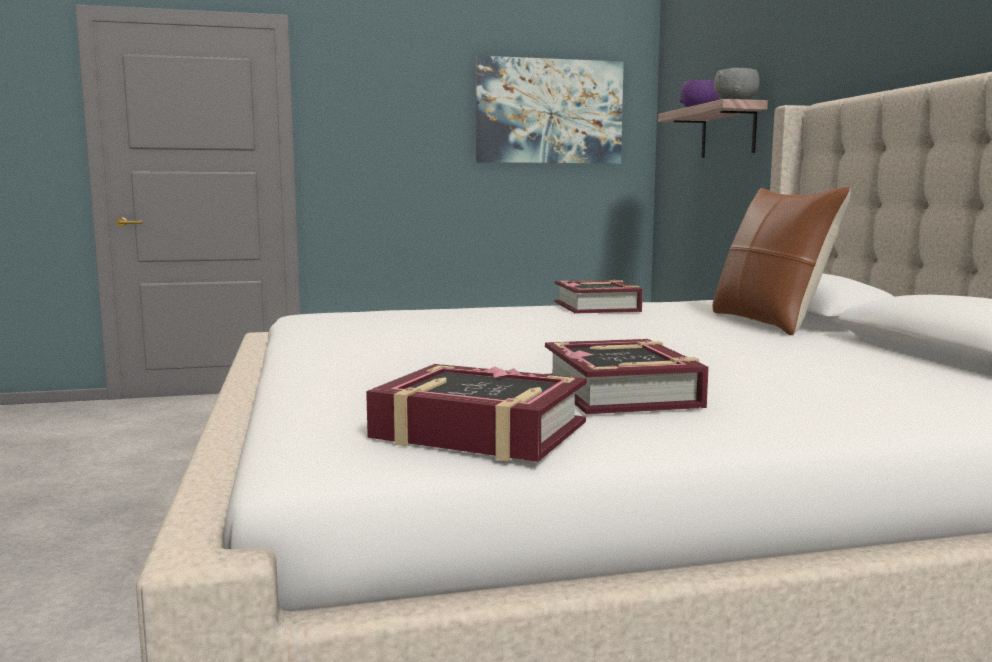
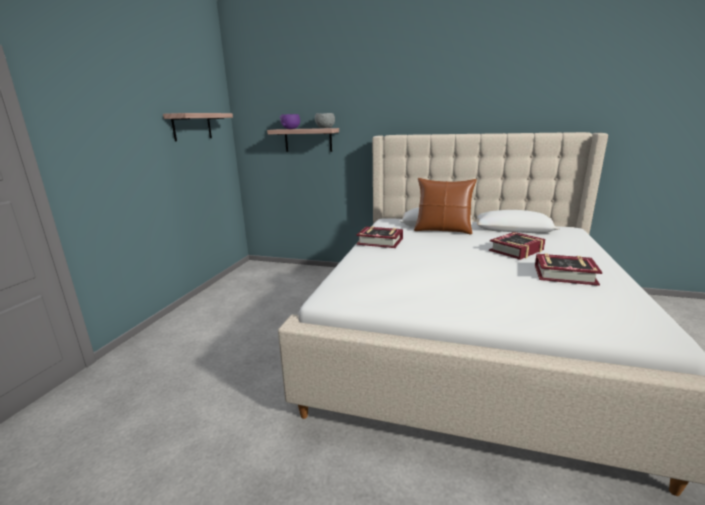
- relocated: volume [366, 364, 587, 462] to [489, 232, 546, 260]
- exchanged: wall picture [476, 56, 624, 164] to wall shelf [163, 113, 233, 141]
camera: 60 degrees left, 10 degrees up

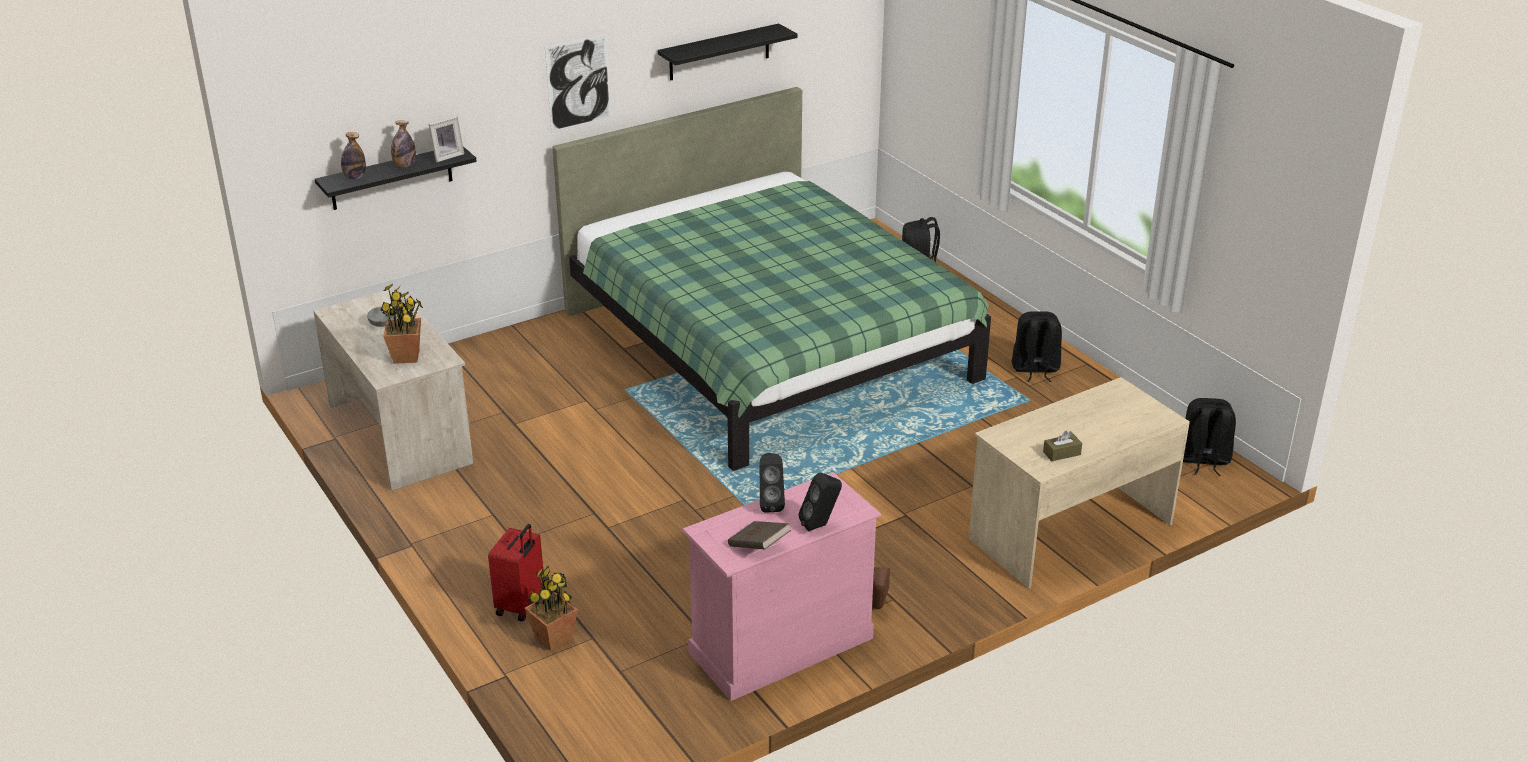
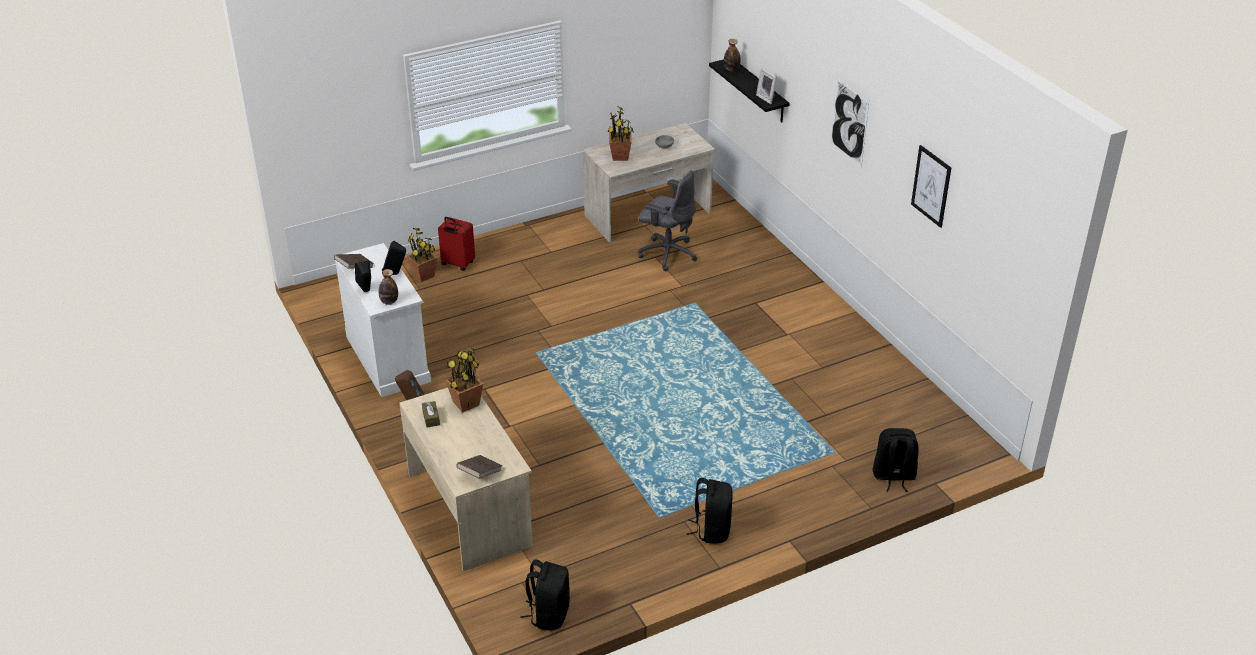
- missing: bedroom bed in green [552, 87, 991, 471]
- appeared: houseplant [445, 346, 483, 413]
- appeared: volume in brown-coloured [456, 455, 502, 479]
- appeared: office chair in gray [638, 170, 697, 271]
- relocated: beverage bottle [391, 120, 416, 168] to [378, 269, 398, 305]
- exchanged: wall shelf in black [658, 24, 798, 81] to wall picture [911, 145, 951, 228]
- colour: dresser in pink-coloured [682, 472, 881, 701] to dresser in whitish [335, 243, 431, 397]
camera: 95 degrees right, 5 degrees up

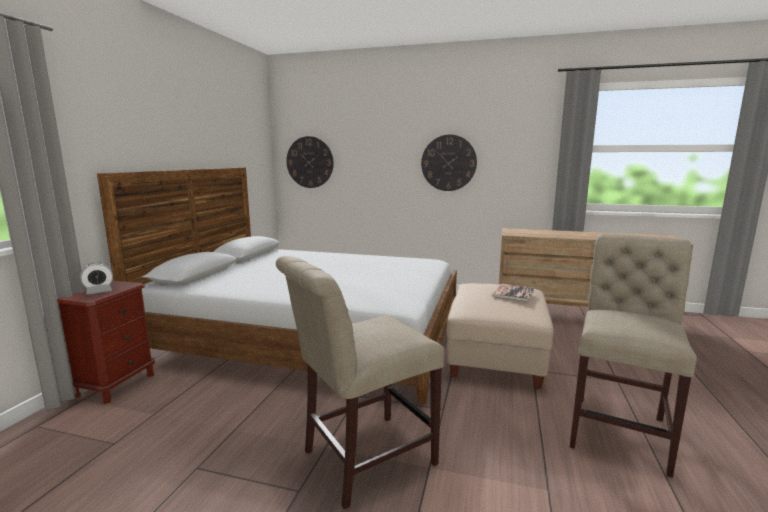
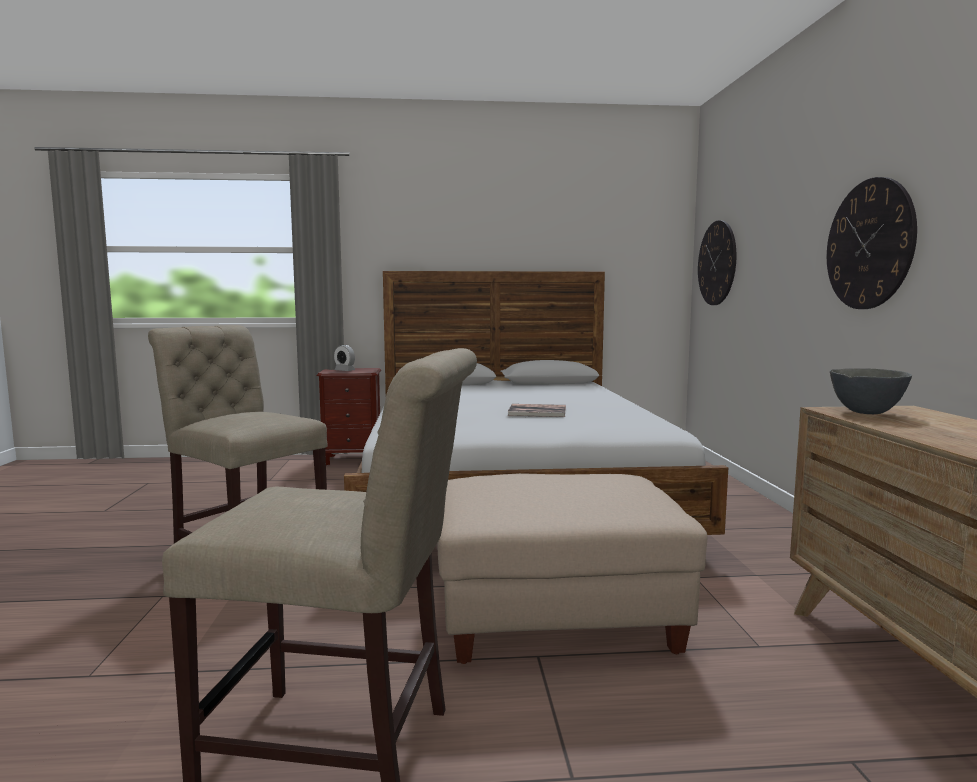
- appeared: bowl in gray [830, 368, 912, 414]
- relocated: volume [492, 284, 534, 302] to [507, 404, 566, 417]
camera: 70 degrees right, 5 degrees down

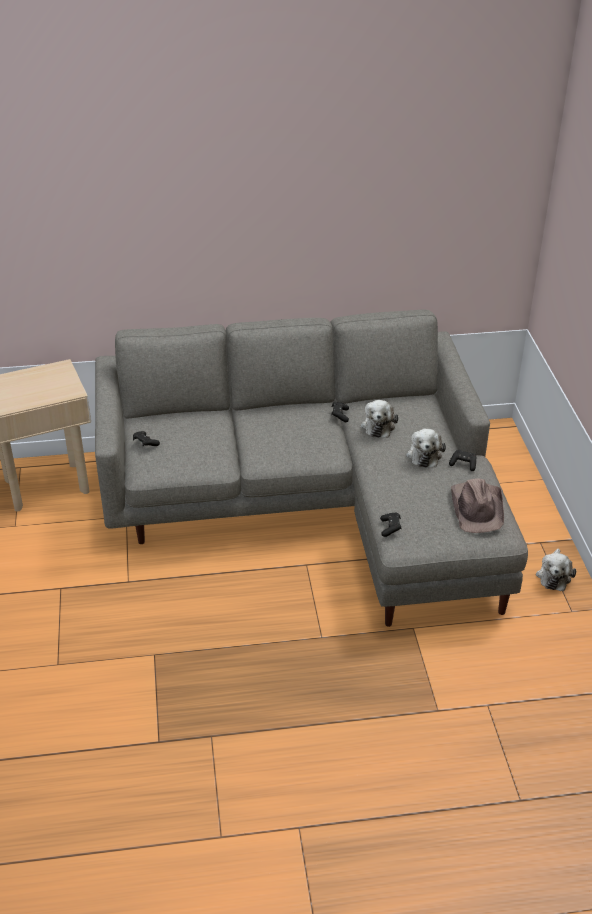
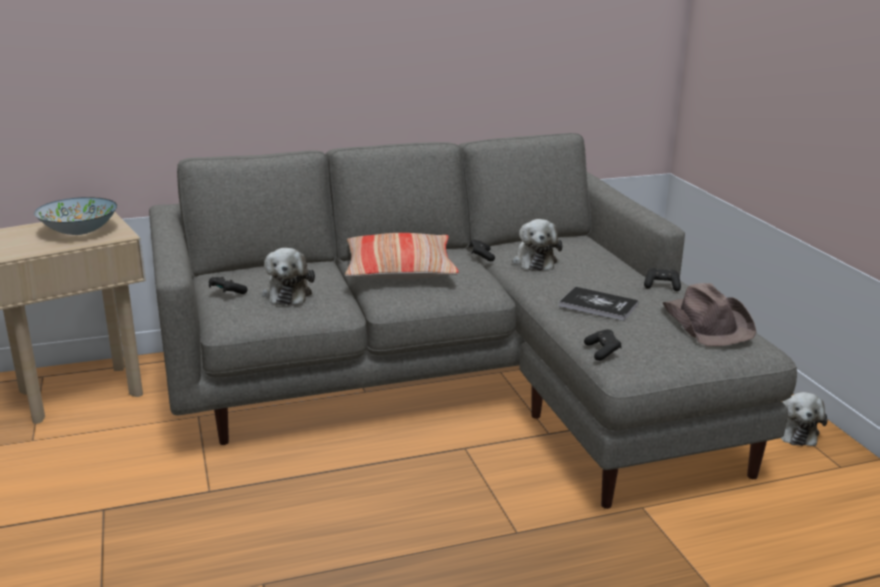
- appeared: bowl [34, 197, 117, 235]
- appeared: cushion [345, 233, 459, 280]
- appeared: volume [559, 287, 639, 321]
- relocated: cuddly toy [406, 428, 446, 467] to [262, 248, 315, 305]
camera: 10 degrees left, 15 degrees down

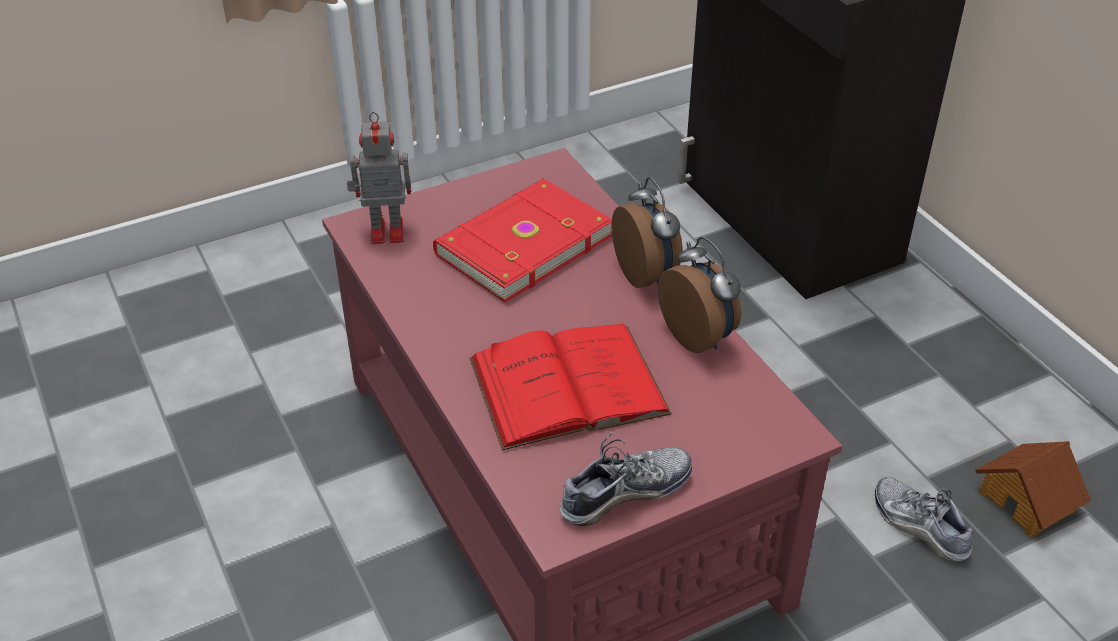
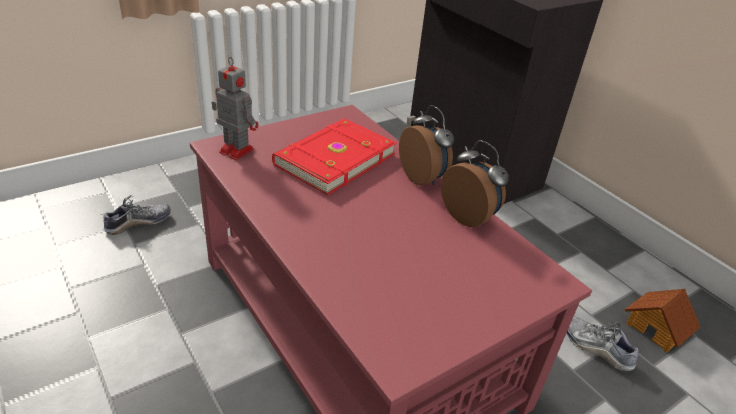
- missing: volume in reddish [469, 324, 672, 450]
- relocated: low shoe [560, 431, 692, 526] to [101, 195, 171, 235]
- spun: robot figure [347, 112, 411, 244] = [212, 57, 259, 160] 45 degrees clockwise
camera: 10 degrees left, 5 degrees down

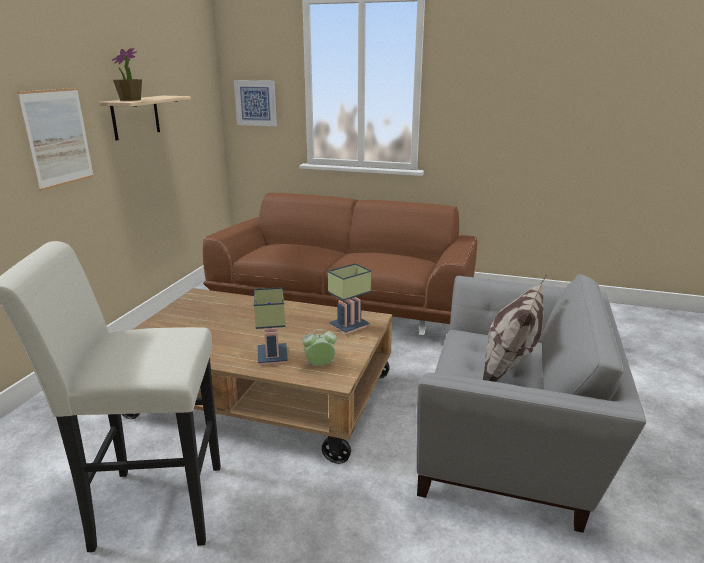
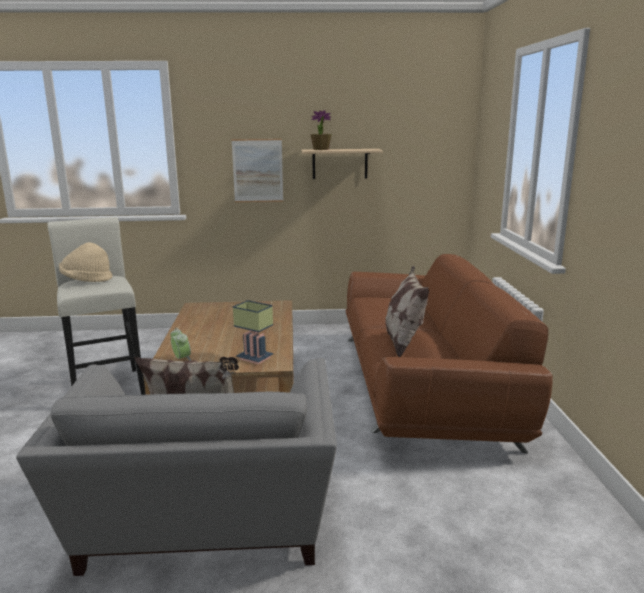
- missing: wall picture [234, 80, 277, 126]
- missing: tabletop lamp [254, 287, 288, 365]
- appeared: hat in beige-coloured [59, 242, 113, 282]
- appeared: cushion [386, 266, 429, 357]
camera: 70 degrees right, 5 degrees down

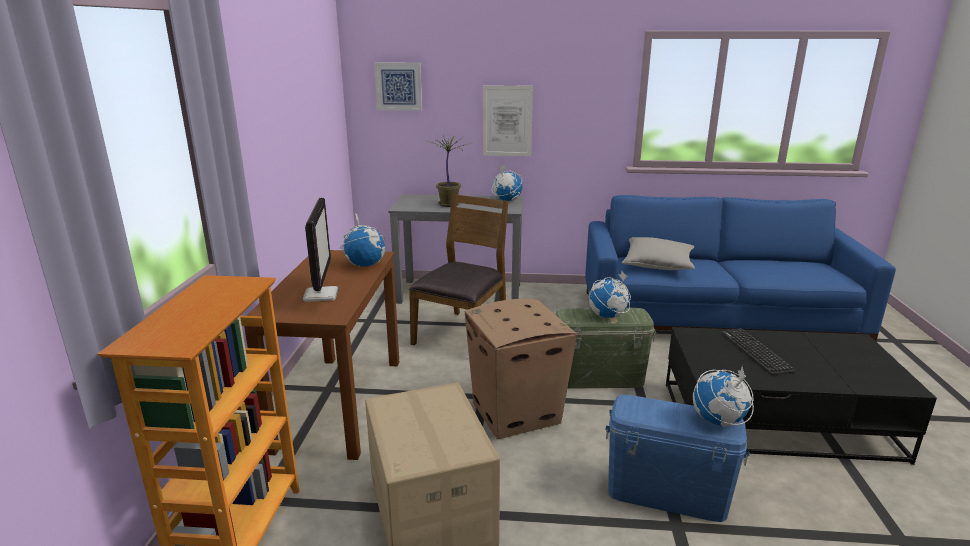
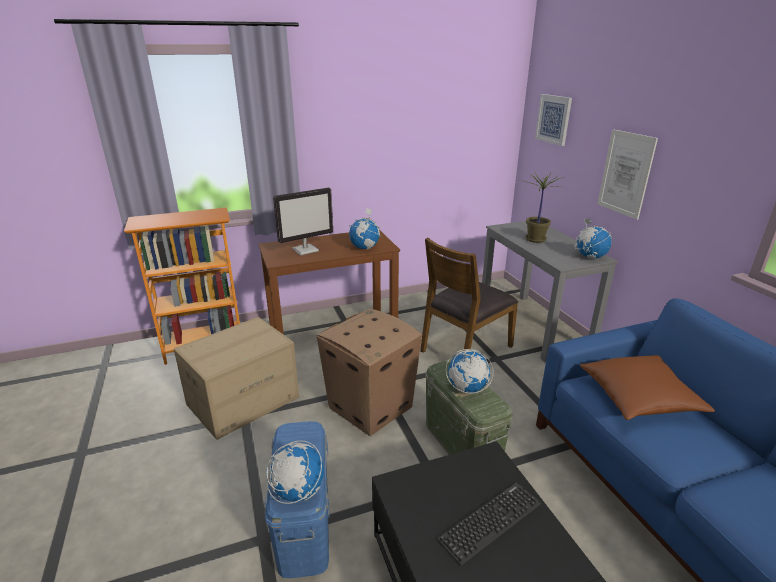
- colour: cushion in gray [622, 237, 695, 270] to cushion in brown-coloured [580, 355, 715, 420]
- spun: plain chair in brown-coloured [409, 194, 508, 345] = [420, 238, 518, 353] 135 degrees clockwise
camera: 65 degrees right, 5 degrees up

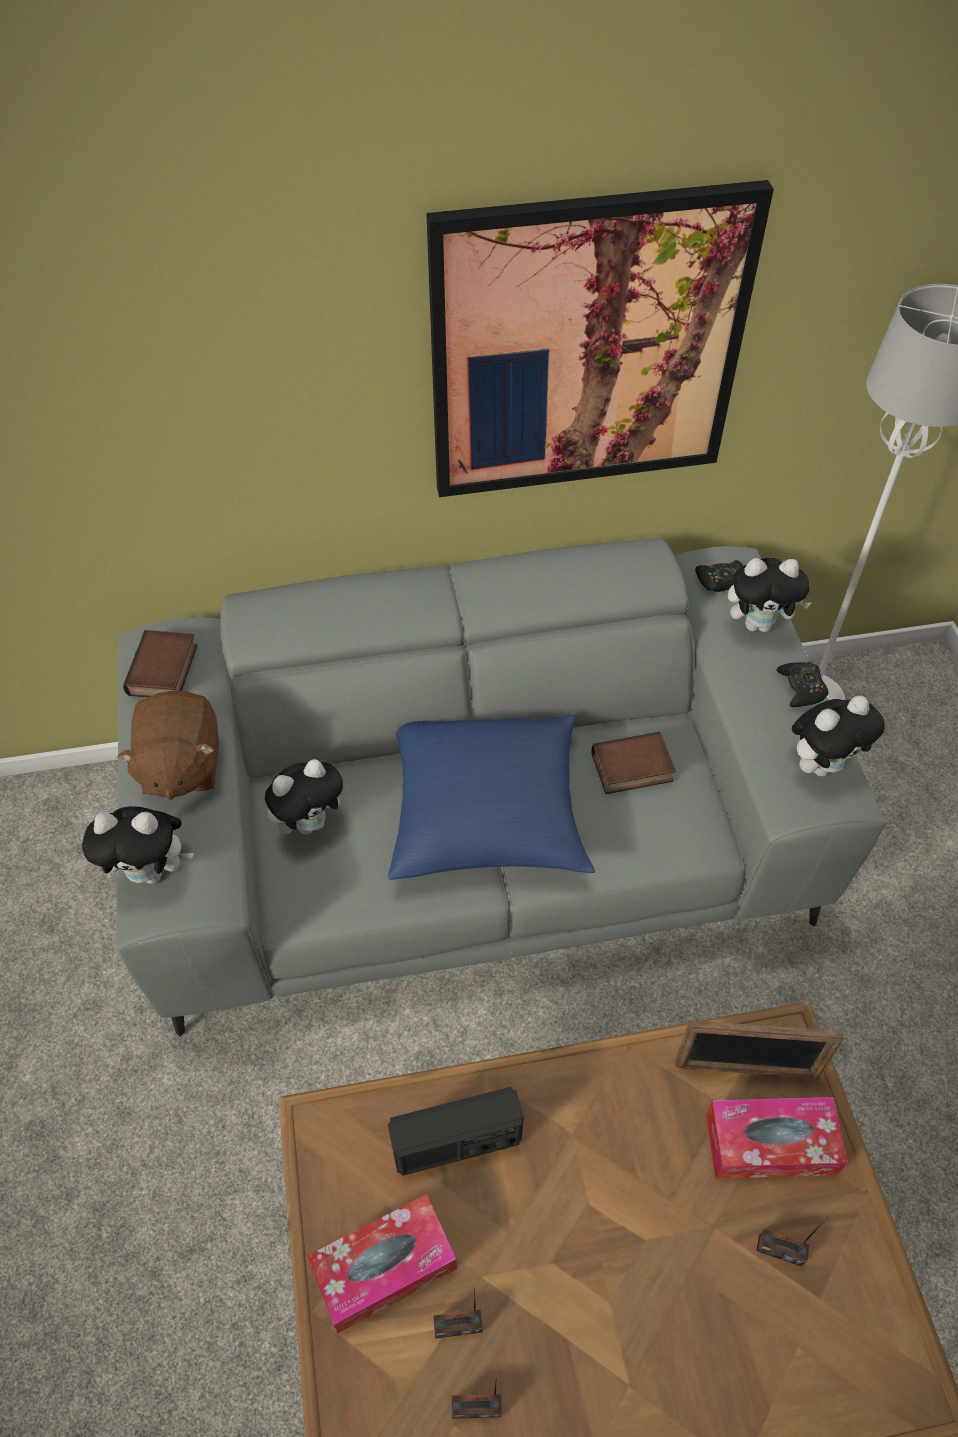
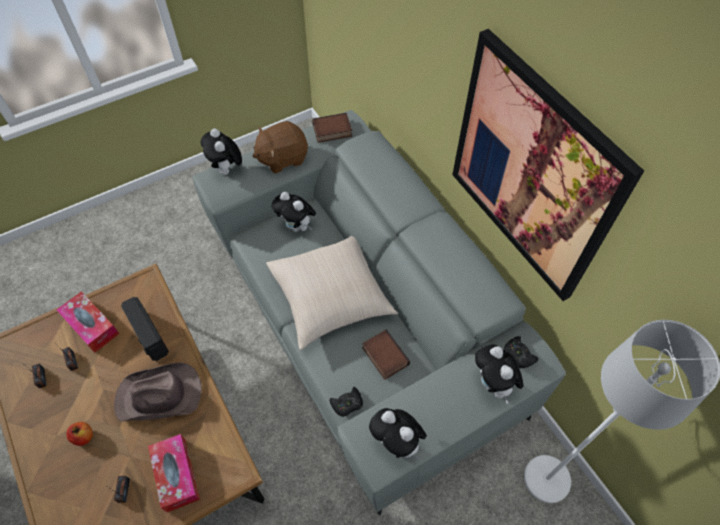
- missing: photo frame [675, 1020, 845, 1079]
- appeared: apple fruit [67, 422, 93, 446]
- appeared: hat in brown-coloured [114, 363, 202, 422]
- relocated: game controller in black [776, 662, 829, 707] to [330, 387, 363, 417]
- colour: cushion in blue [388, 714, 595, 880] to cushion in beige-coloured [266, 236, 398, 350]
camera: 70 degrees right, 5 degrees up

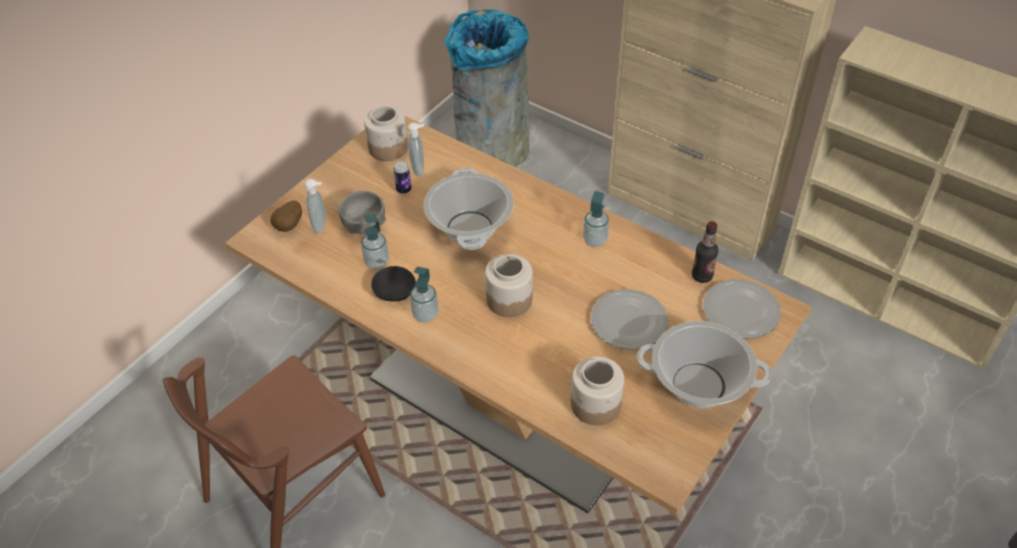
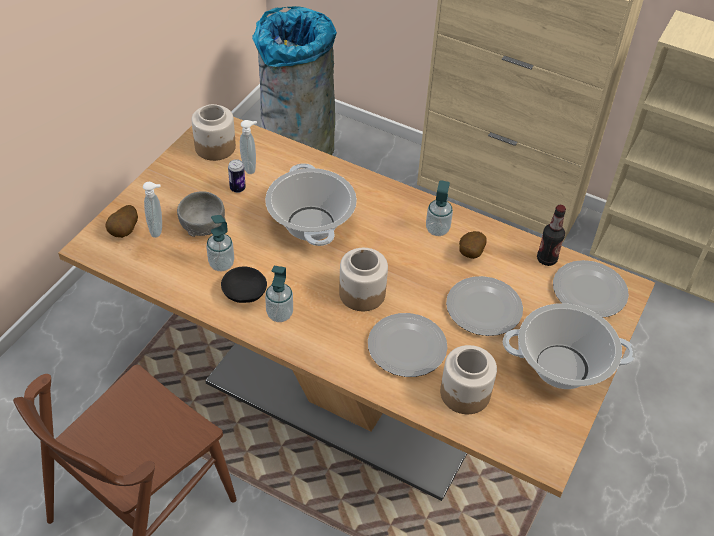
- appeared: dinner plate [368, 313, 448, 377]
- appeared: whole potato [459, 231, 487, 259]
camera: 10 degrees left, 0 degrees up

